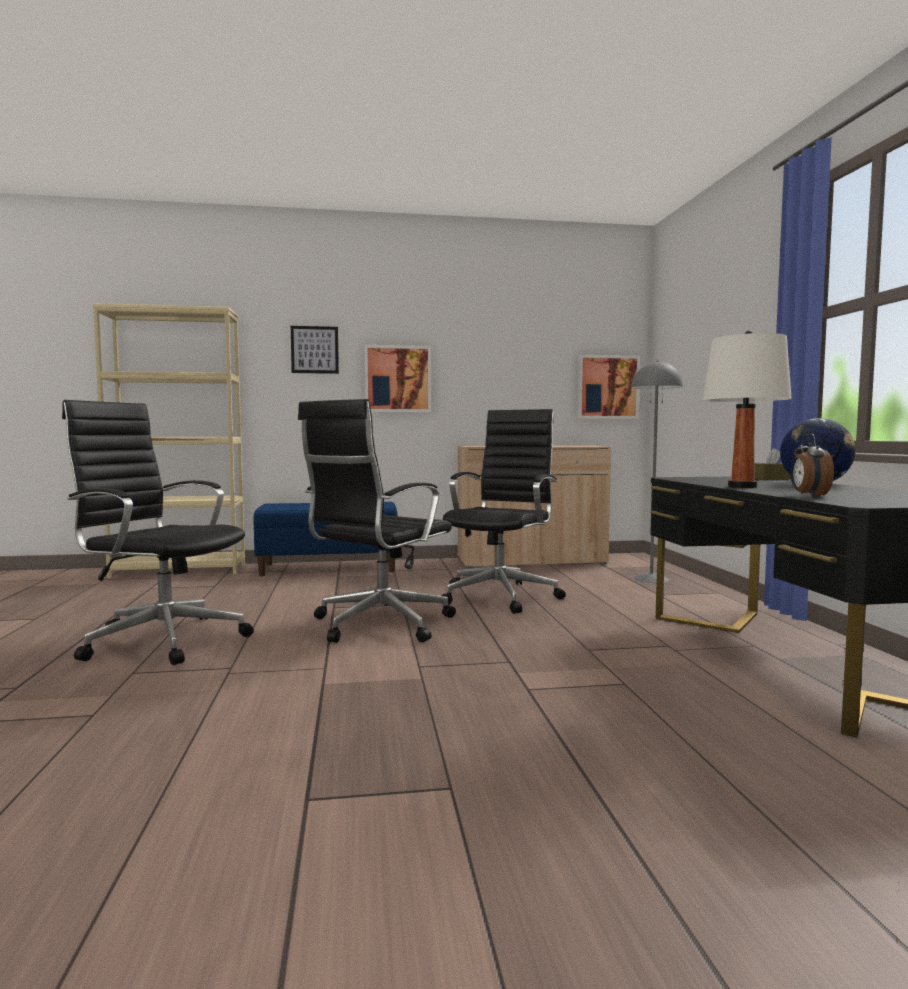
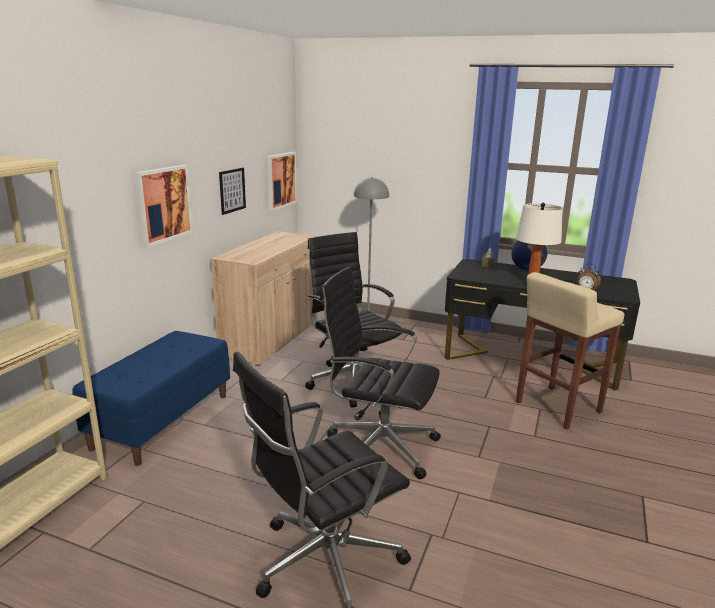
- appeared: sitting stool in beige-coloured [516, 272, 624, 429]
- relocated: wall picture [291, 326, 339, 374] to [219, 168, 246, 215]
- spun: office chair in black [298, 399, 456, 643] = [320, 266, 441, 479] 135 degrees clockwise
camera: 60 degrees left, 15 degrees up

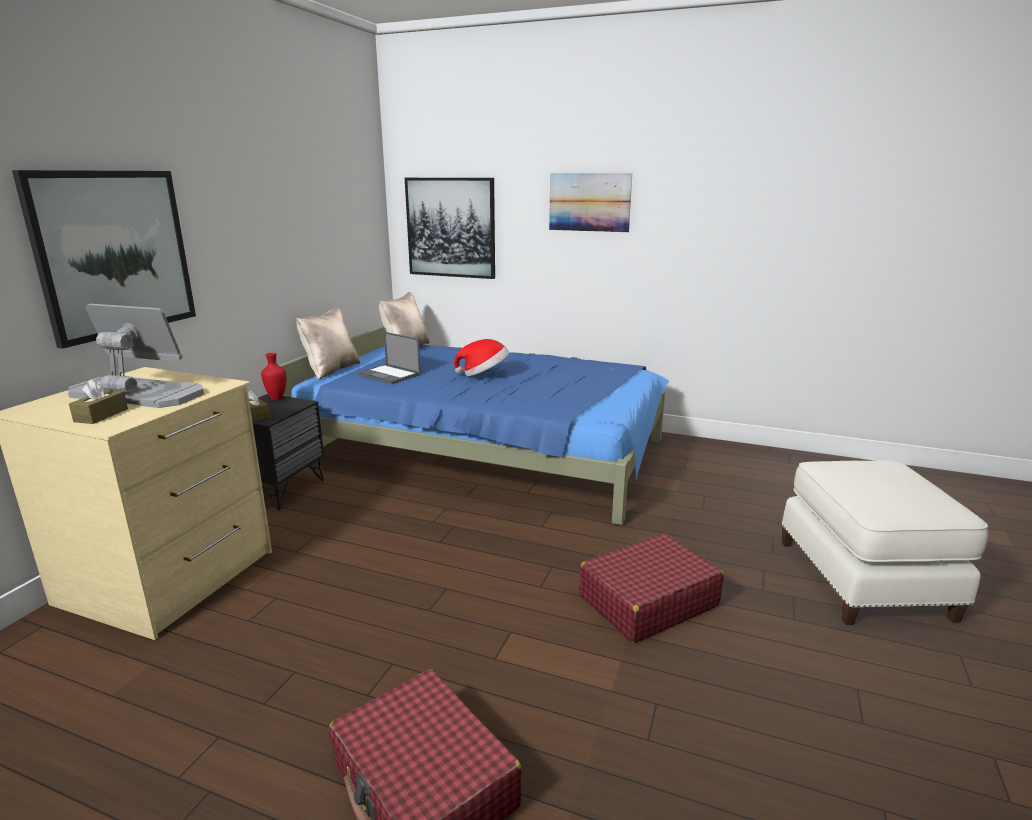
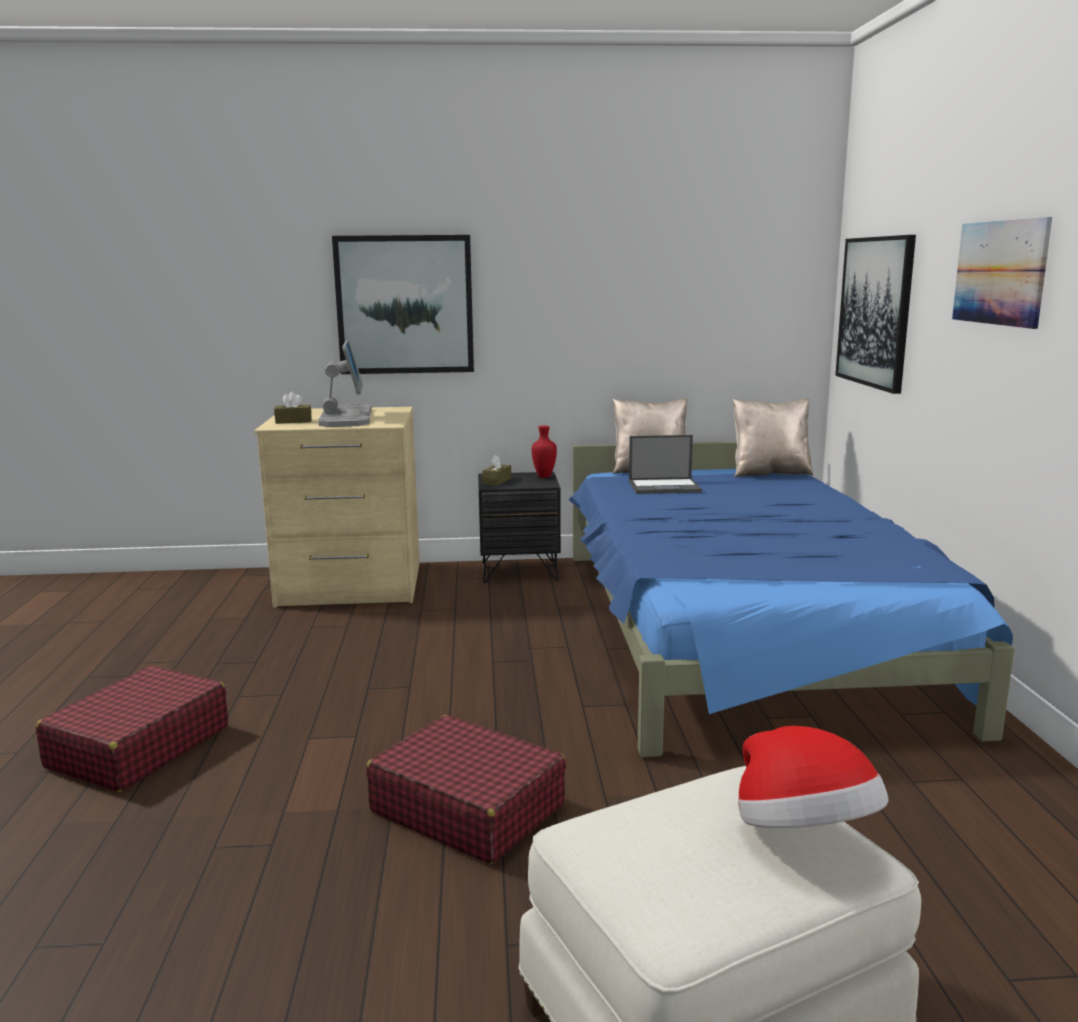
- relocated: hat [454, 339, 509, 376] to [738, 726, 889, 828]
- spun: notebook computer [357, 332, 421, 384] = [629, 435, 702, 494] 105 degrees counterclockwise
camera: 65 degrees right, 5 degrees down

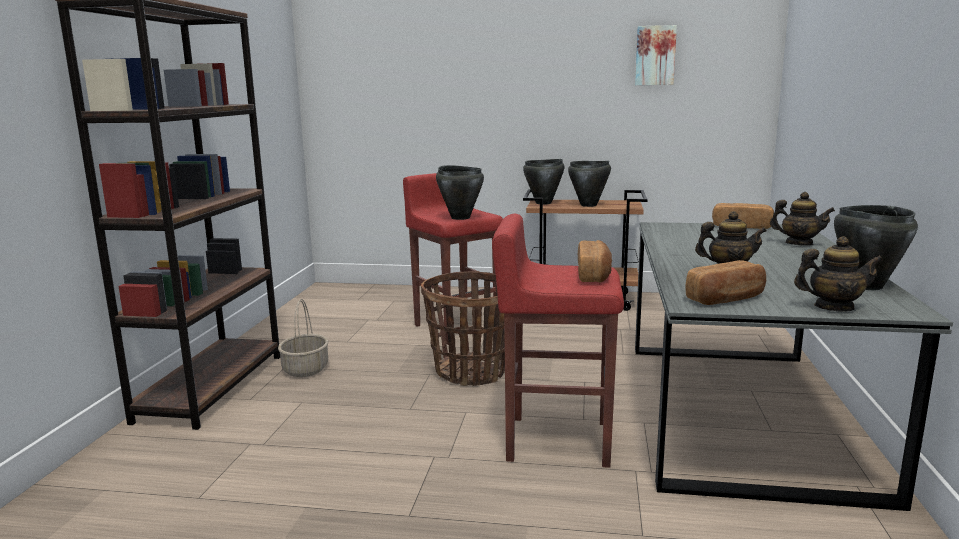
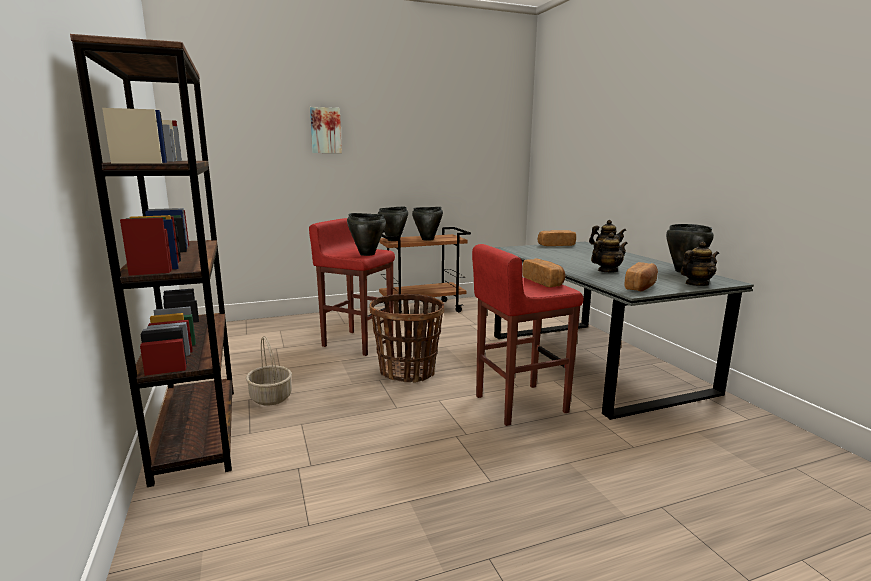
- relocated: wall picture [635, 25, 677, 85] to [310, 107, 342, 153]
camera: 30 degrees left, 0 degrees up

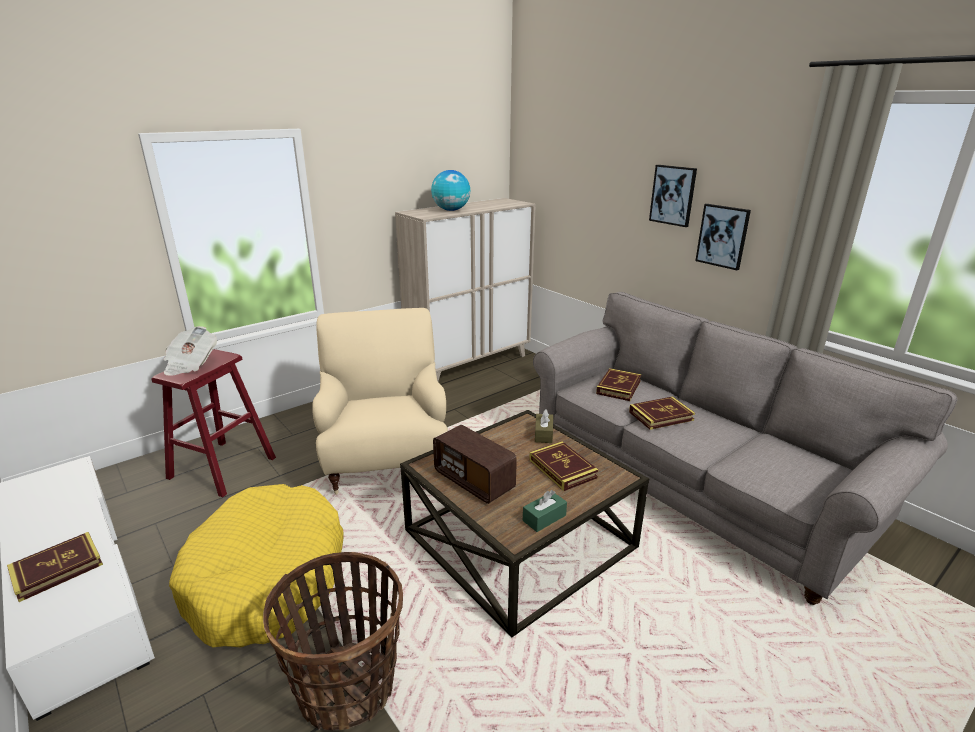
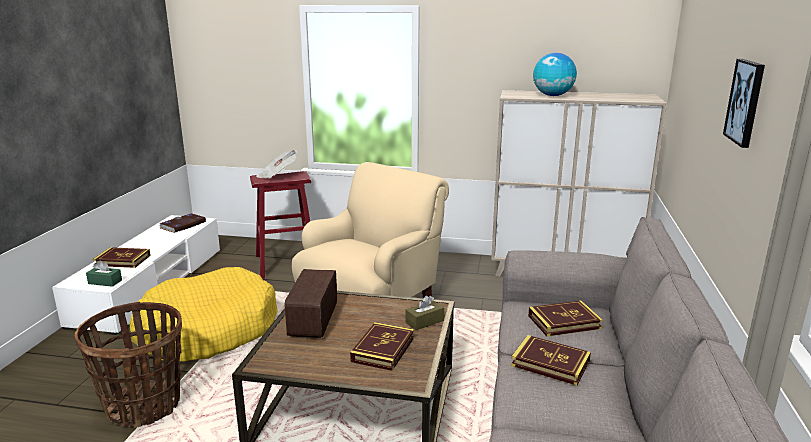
- missing: wall picture [695, 204, 751, 270]
- appeared: volume [159, 213, 206, 233]
- relocated: box of tissues in green [523, 490, 567, 532] to [86, 260, 122, 287]
camera: 50 degrees right, 5 degrees down

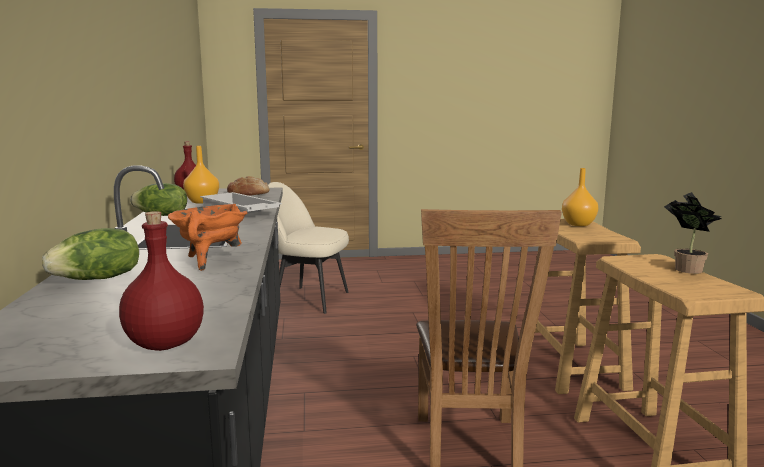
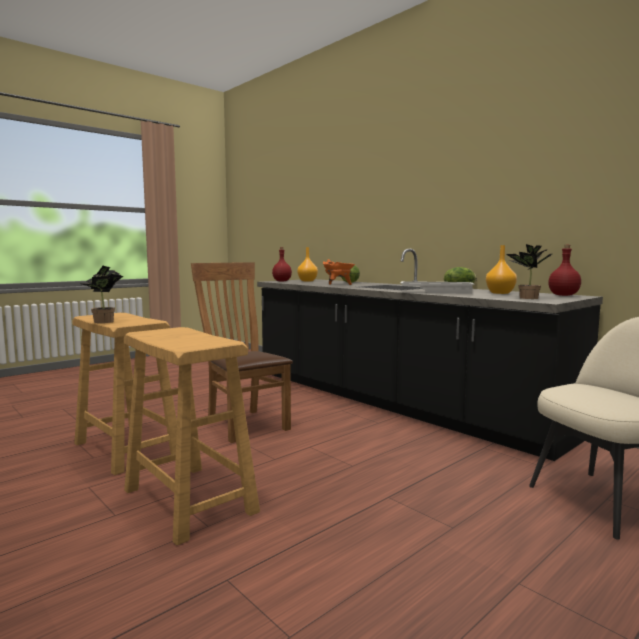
- relocated: decorative vase in orangey [562, 168, 598, 226] to [297, 247, 318, 281]
- exchanged: bread [227, 176, 270, 196] to houseplant [506, 244, 552, 299]
camera: 145 degrees right, 5 degrees down

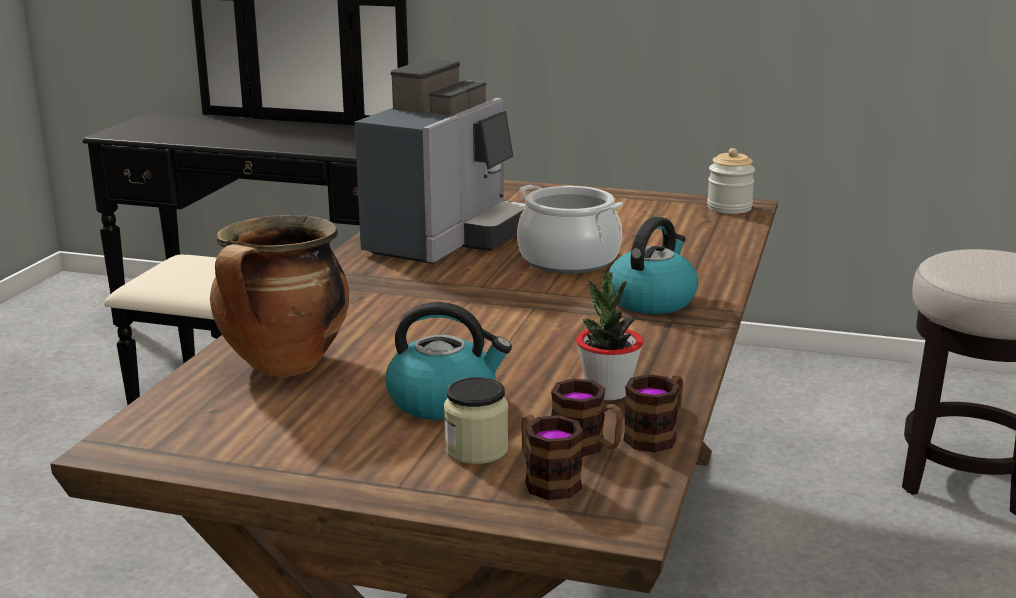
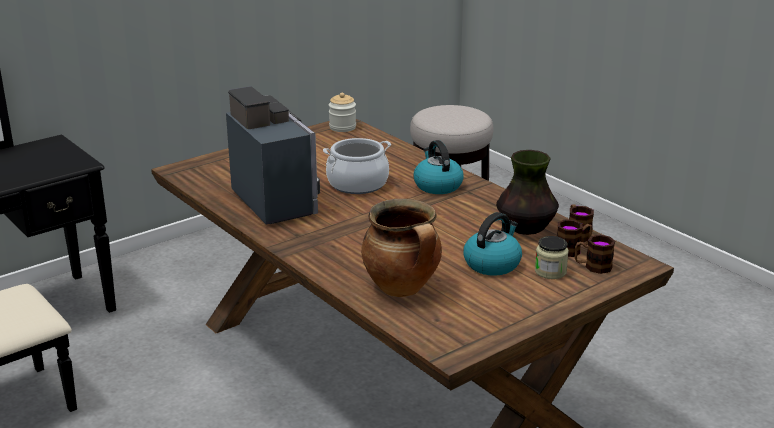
- exchanged: houseplant [576, 272, 643, 400] to decorative vase [496, 150, 559, 235]
camera: 55 degrees left, 5 degrees up

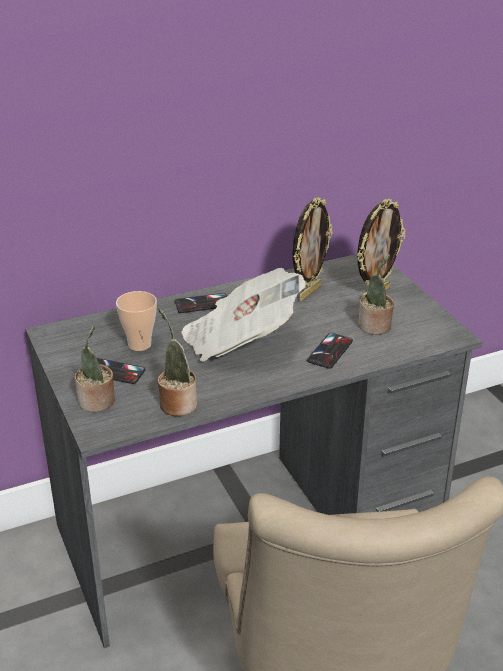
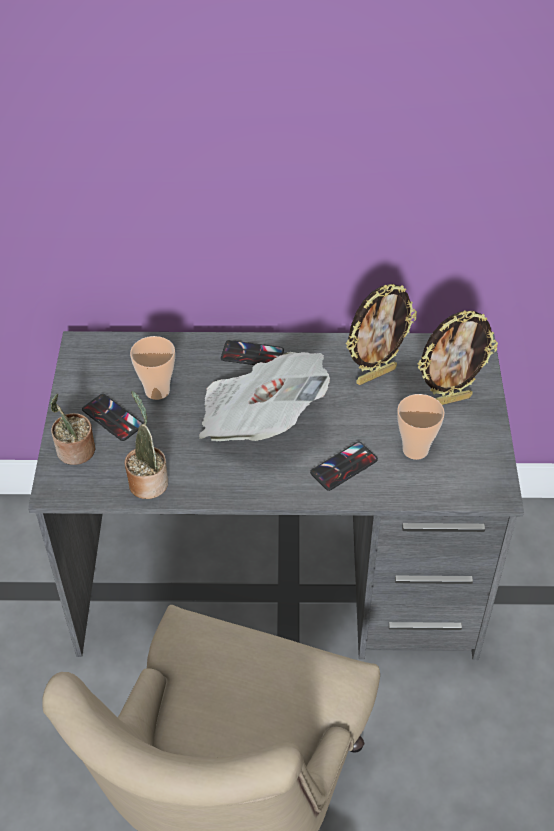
- exchanged: houseplant [358, 254, 394, 335] to small cup [397, 394, 445, 460]
camera: 25 degrees right, 15 degrees up

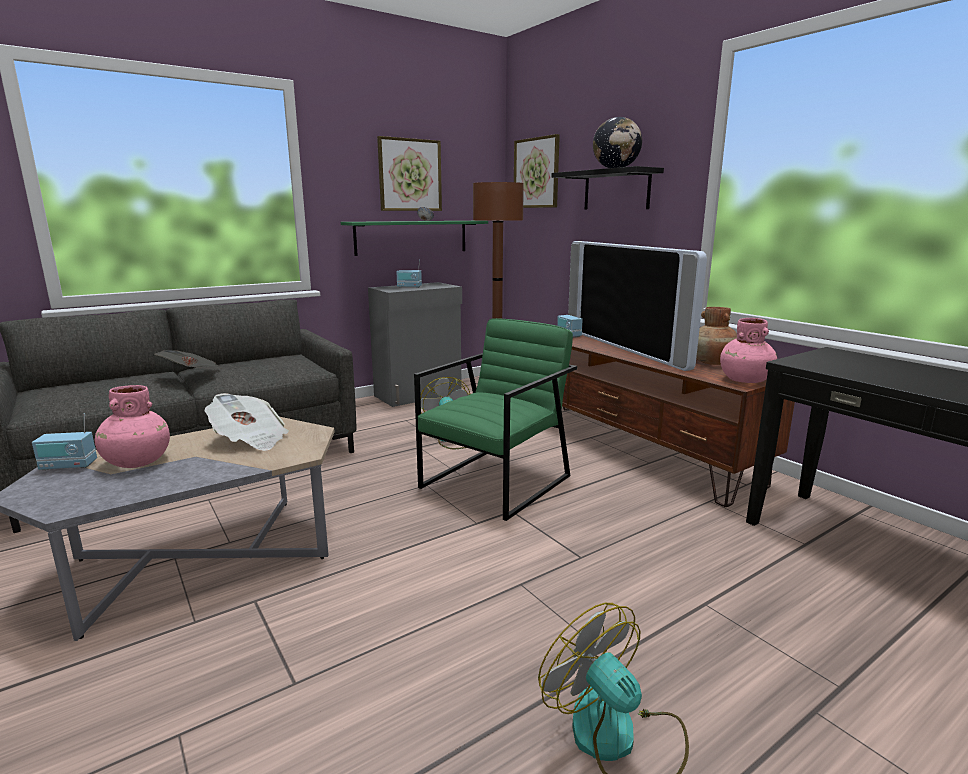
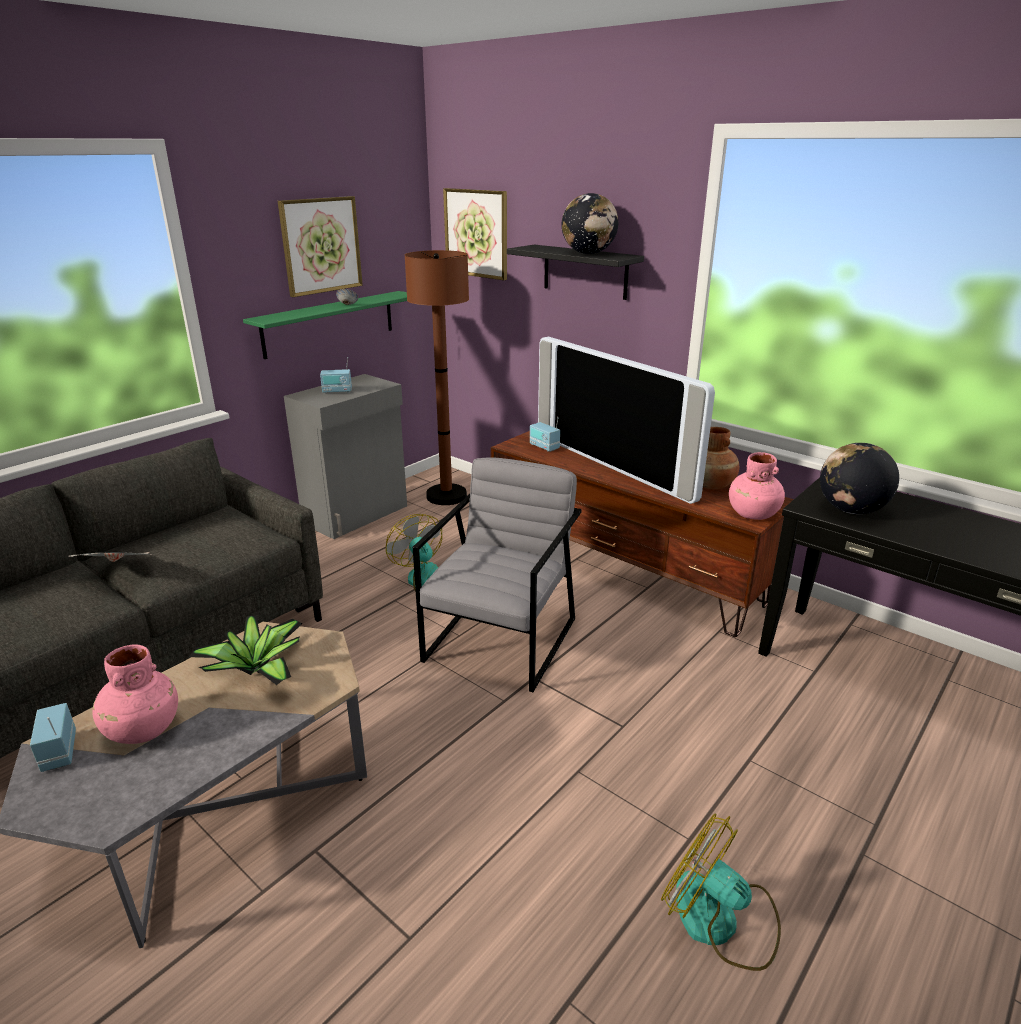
- appeared: globe [820, 443, 899, 514]
- exchanged: daily paper [205, 393, 289, 451] to houseplant [189, 615, 302, 685]
- colour: easy chair in green [414, 318, 577, 521] to easy chair in gray [413, 457, 582, 692]
- spun: radio set [32, 414, 97, 471] = [30, 703, 76, 772] 90 degrees clockwise
camera: 15 degrees left, 10 degrees up

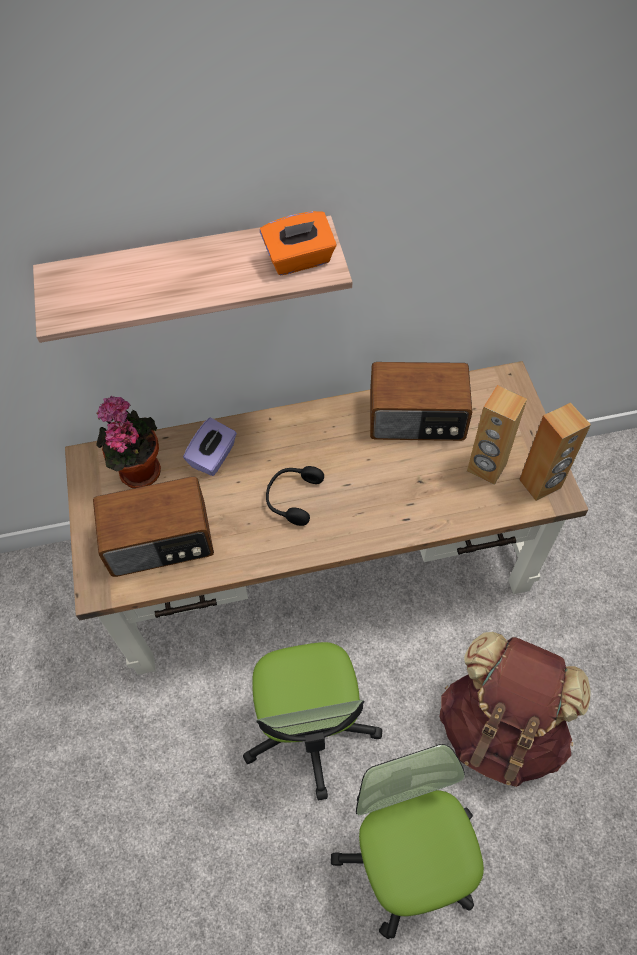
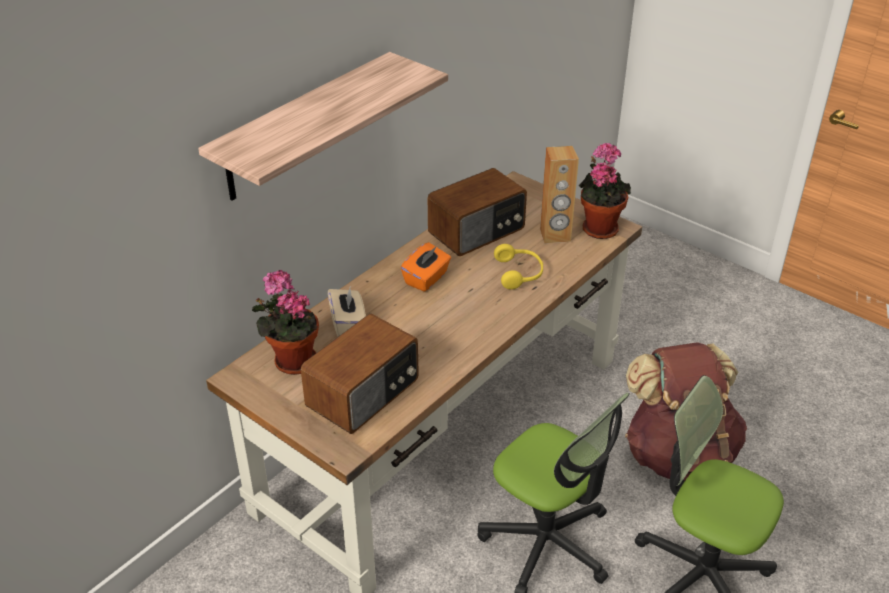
- missing: headphones in black [266, 466, 324, 526]
- appeared: headphones in yellow [494, 244, 543, 290]
- relocated: box of tissues in orangey [260, 211, 337, 275] to [401, 242, 451, 292]
- exchanged: speaker in brown-coloured [519, 403, 591, 501] to houseplant [579, 143, 631, 239]
- colour: box of tissues in purple-coloured [183, 417, 237, 476] to box of tissues in beige-coloured [328, 288, 366, 337]
camera: 40 degrees left, 20 degrees down

